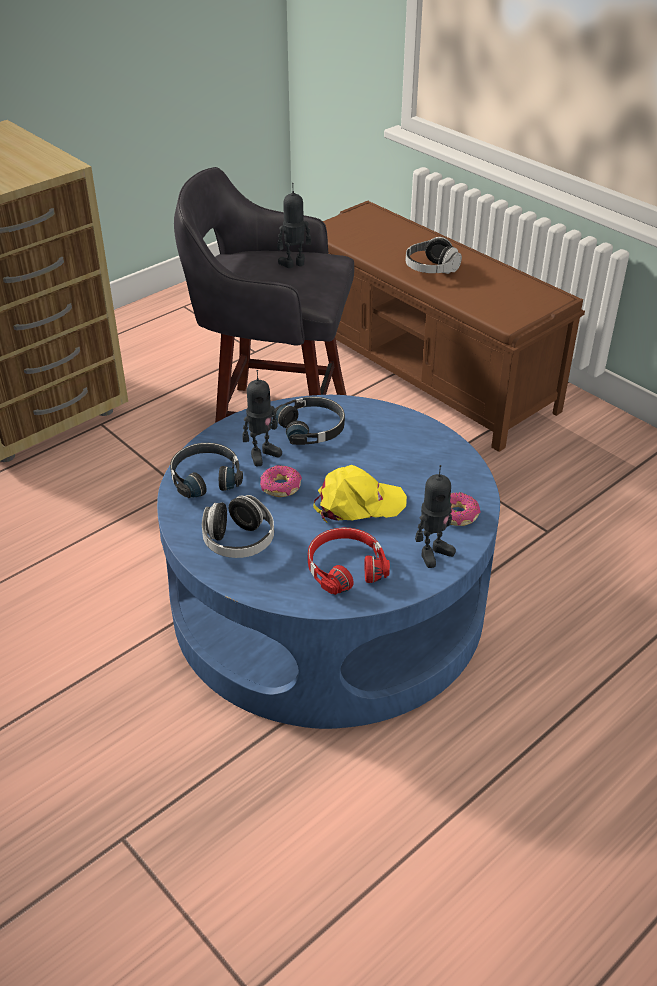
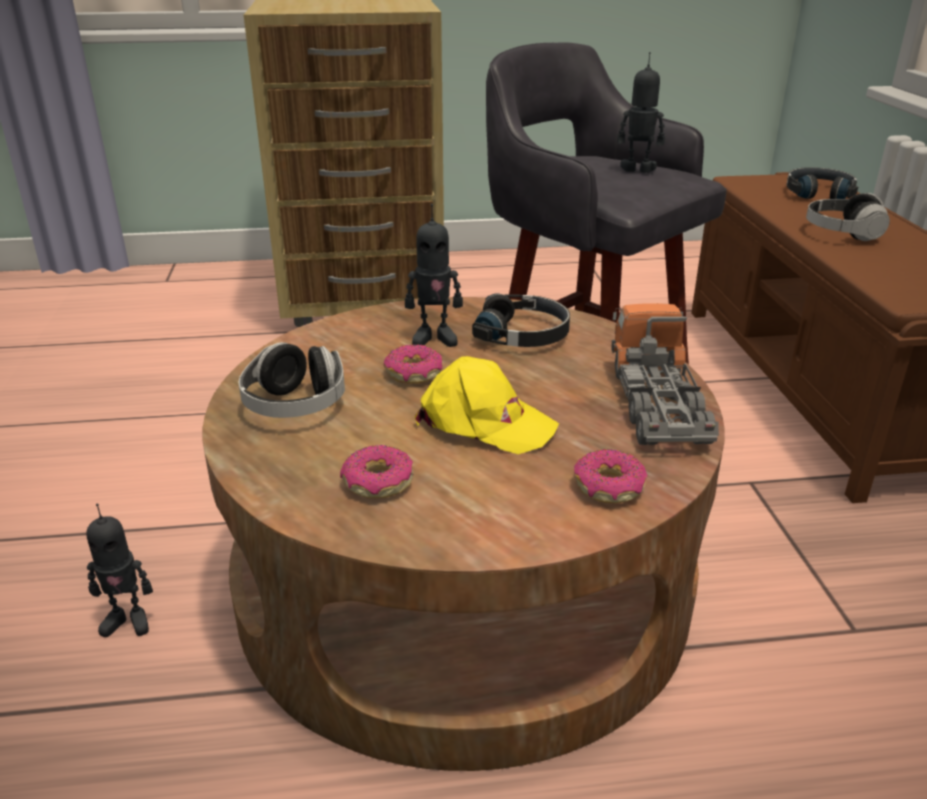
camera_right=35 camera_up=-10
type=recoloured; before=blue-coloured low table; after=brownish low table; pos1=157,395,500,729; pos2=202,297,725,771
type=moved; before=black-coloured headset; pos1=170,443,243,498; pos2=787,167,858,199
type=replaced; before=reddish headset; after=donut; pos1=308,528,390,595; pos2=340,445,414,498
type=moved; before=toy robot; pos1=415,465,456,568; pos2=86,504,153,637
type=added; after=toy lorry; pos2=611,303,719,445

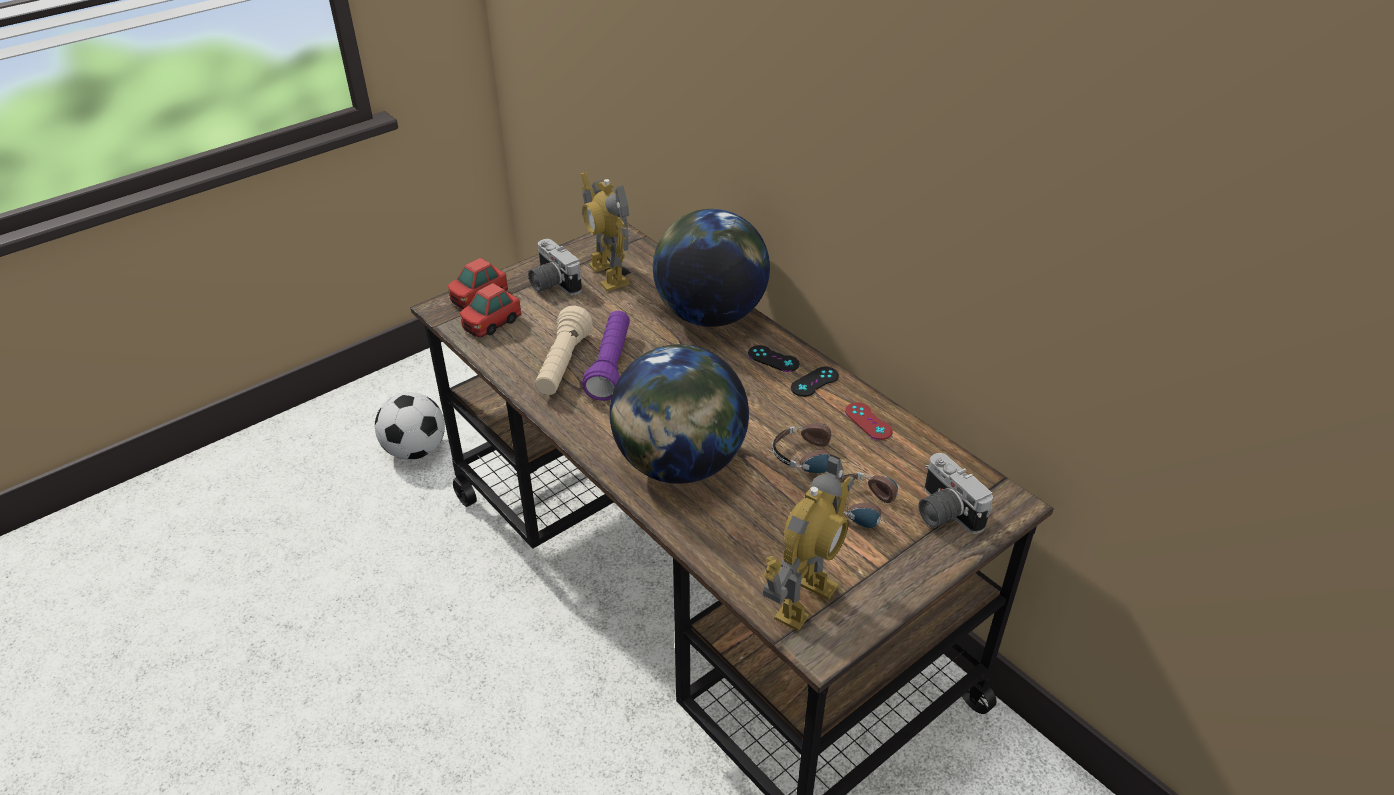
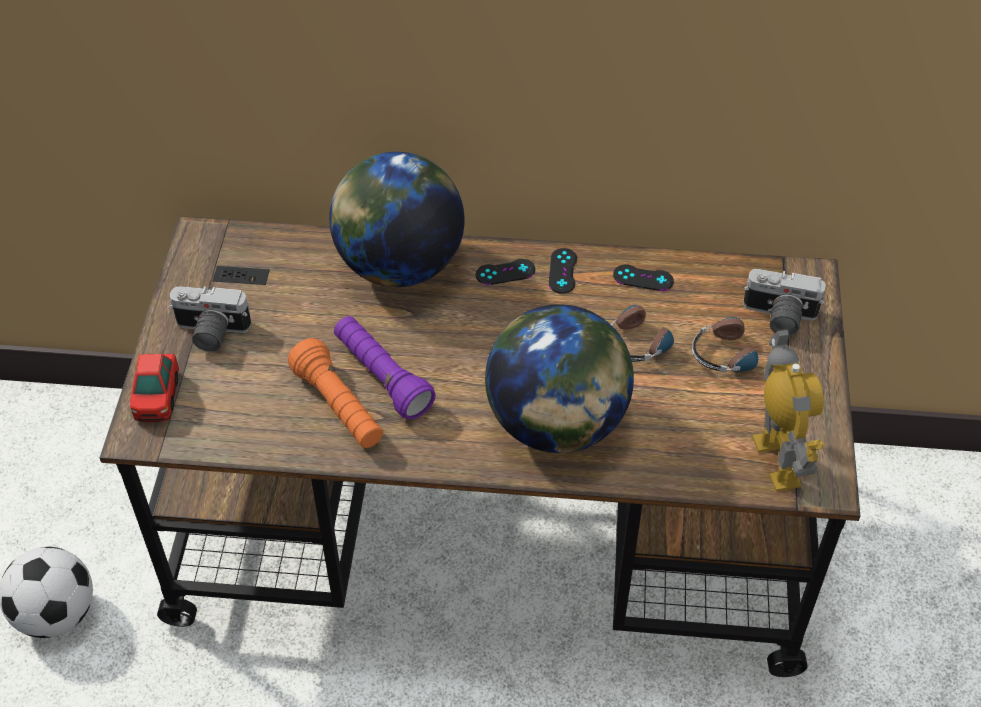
camera_right=-45 camera_up=10
type=removed; before=miniature car; pos1=460,283,521,338
type=recoloured; before=beige-coloured hand torch; after=orange-coloured hand torch; pos1=535,306,593,395; pos2=288,338,383,448
type=removed; before=toy robot; pos1=580,172,629,291
type=recoloured; before=reddish gamepad; after=black-coloured gamepad; pos1=845,402,893,440; pos2=613,264,674,291

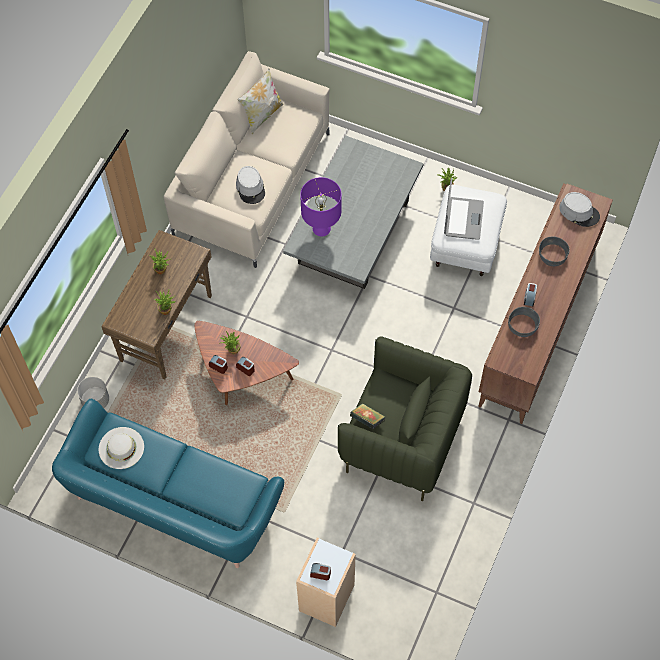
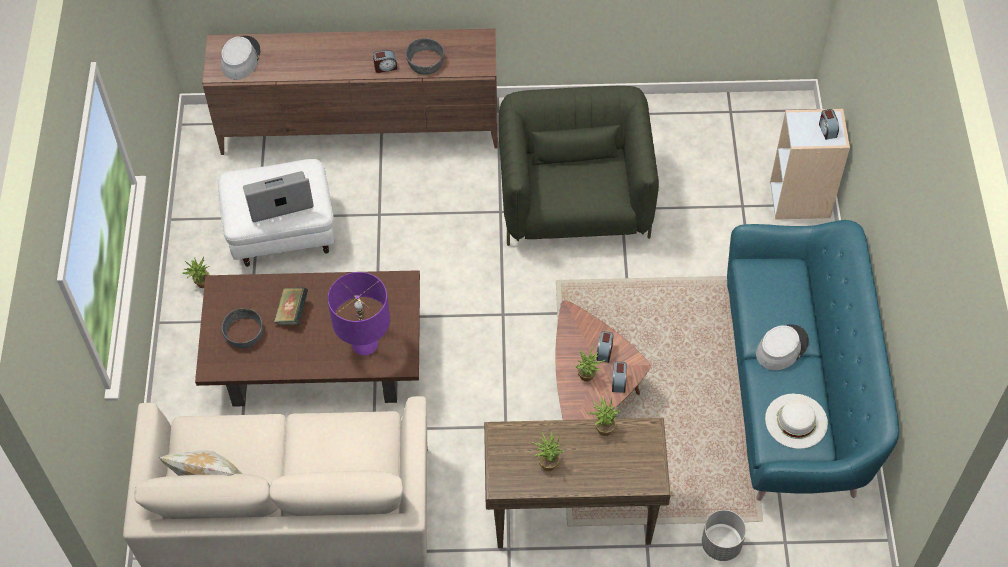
camera_right=-115 camera_up=-5
type=moved; before=grey clothing hat; pos1=236,166,265,204; pos2=756,324,809,370
type=recoloured; before=grey low table; after=brownish low table; pos1=283,135,423,289; pos2=195,270,420,407
type=moved; before=bound book; pos1=350,403,385,429; pos2=274,287,308,325
type=moved; before=grey bowl; pos1=539,237,570,266; pos2=222,308,263,348

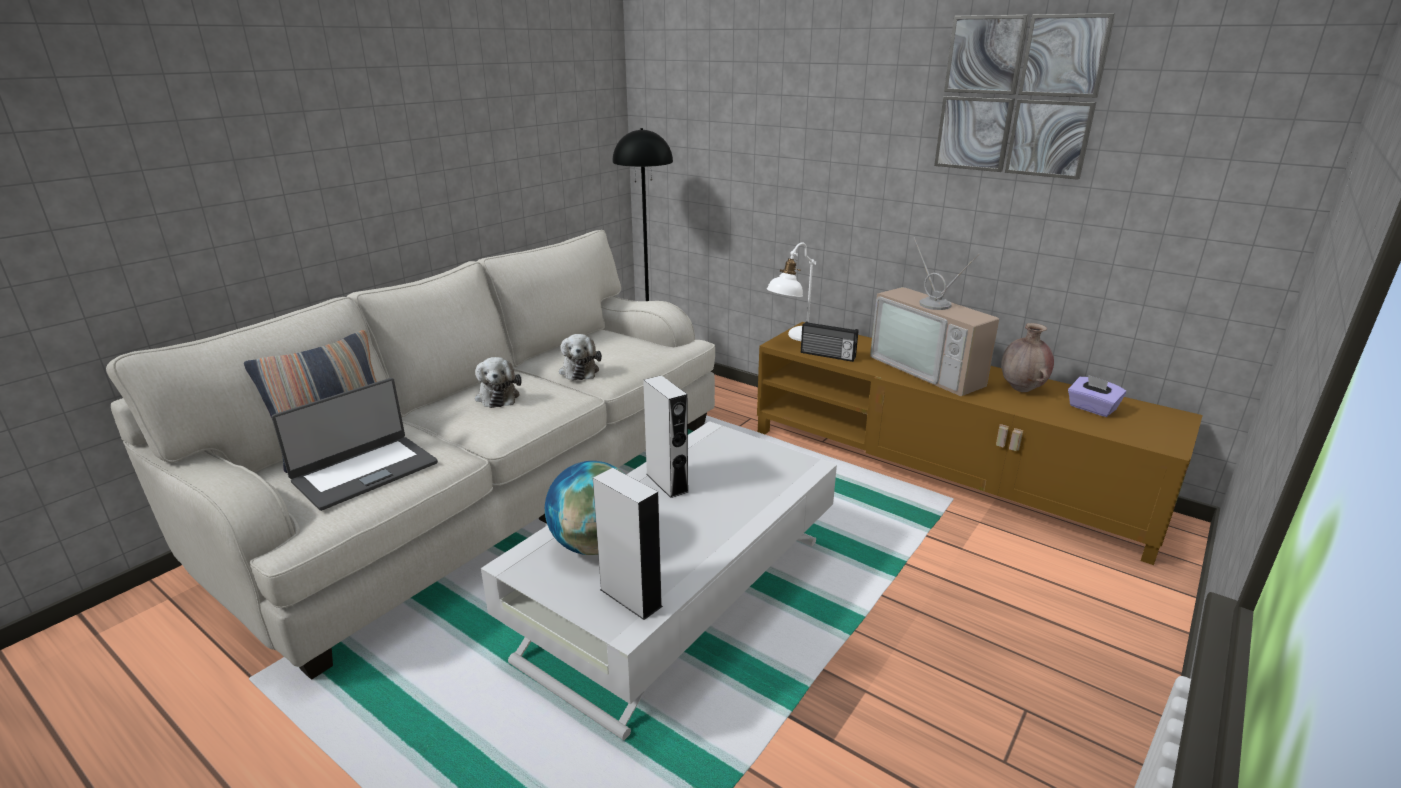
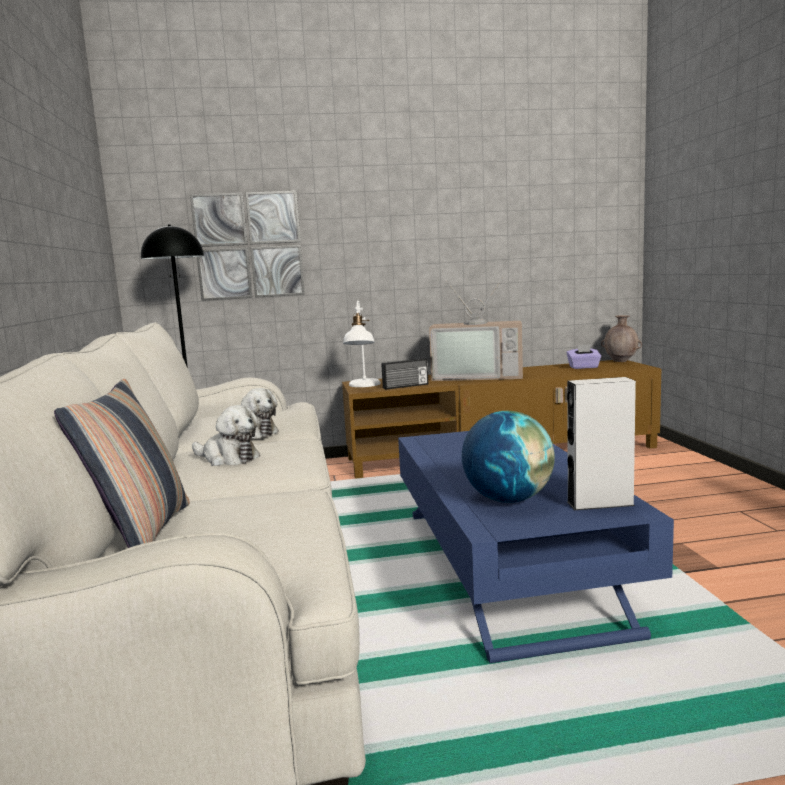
camera_right=-45 camera_up=-15
type=removed; before=laptop; pos1=272,378,438,511
type=recoloured; before=white low table; after=blue-coloured low table; pos1=481,421,837,741; pos2=398,431,674,663
type=removed; before=grey loudspeaker; pos1=643,375,689,498
type=moved; before=wall art; pos1=934,13,1116,180; pos2=190,191,305,301
type=moved; before=brownish decorative vase; pos1=1001,323,1054,392; pos2=601,315,642,362

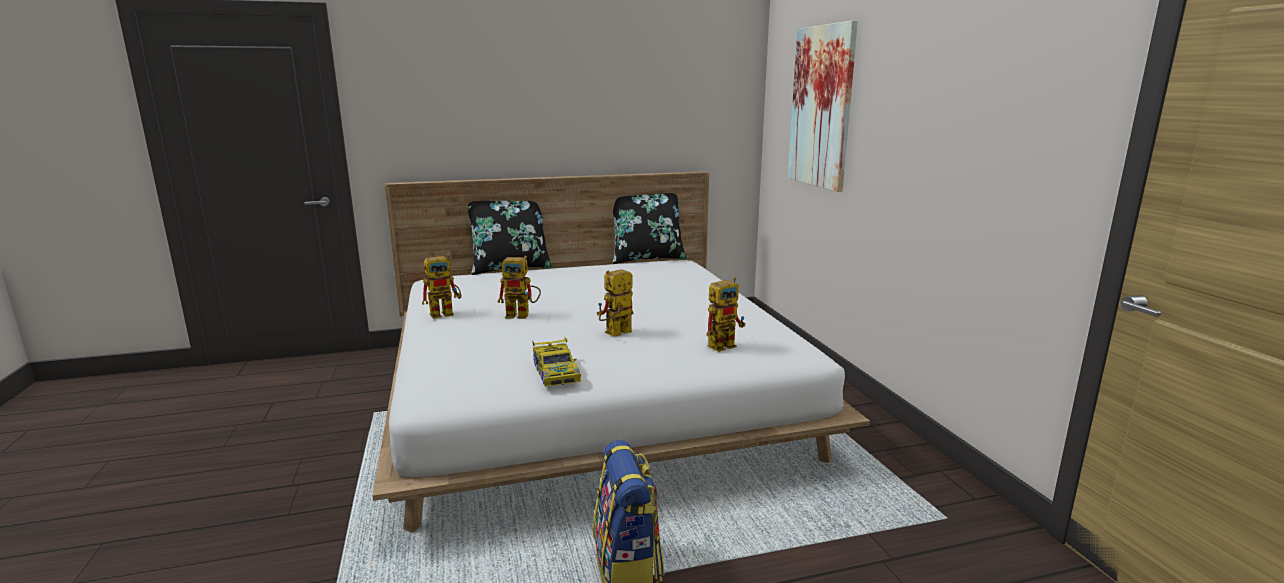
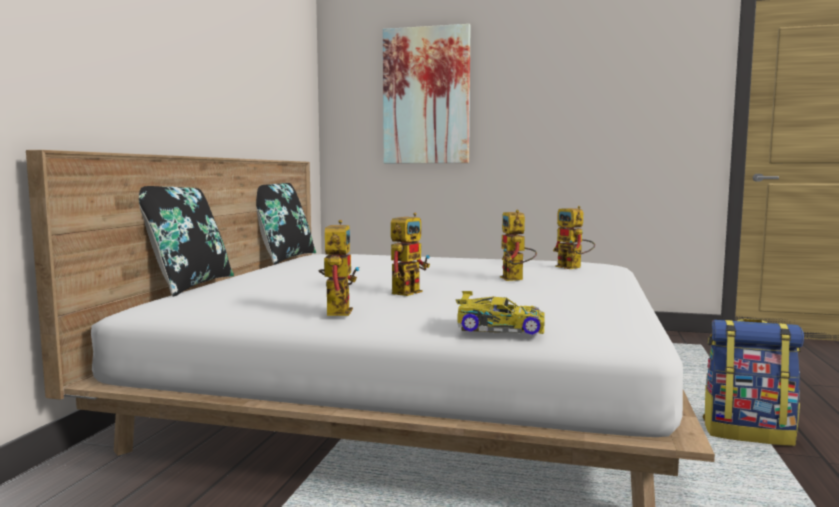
camera_right=-60 camera_up=-10
type=moved; before=miniature car; pos1=532,337,581,386; pos2=456,291,545,335
type=turned; before=toy robot; pos1=706,277,746,352; pos2=553,206,595,269; turn=150

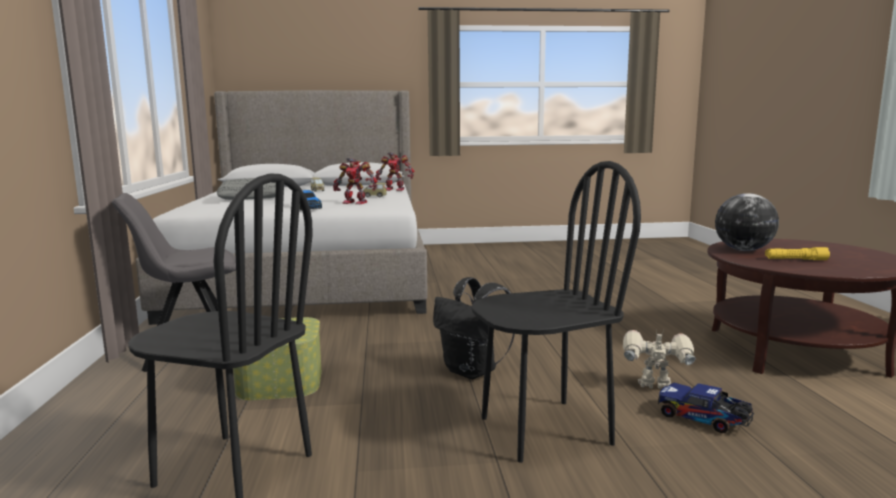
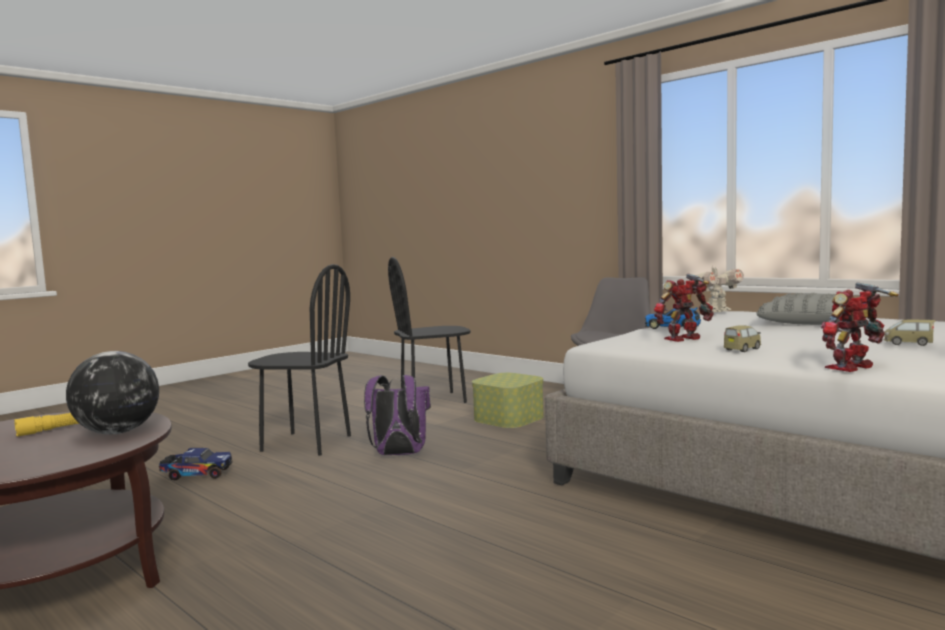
camera_right=140 camera_up=-5
type=recoloured; before=black-coloured rucksack; after=purple-coloured rucksack; pos1=433,277,515,379; pos2=364,375,431,455
type=turned; before=black-coloured plain chair; pos1=471,161,641,463; pos2=248,264,351,456; turn=-105
type=moved; before=toy robot; pos1=623,330,696,389; pos2=688,263,744,312

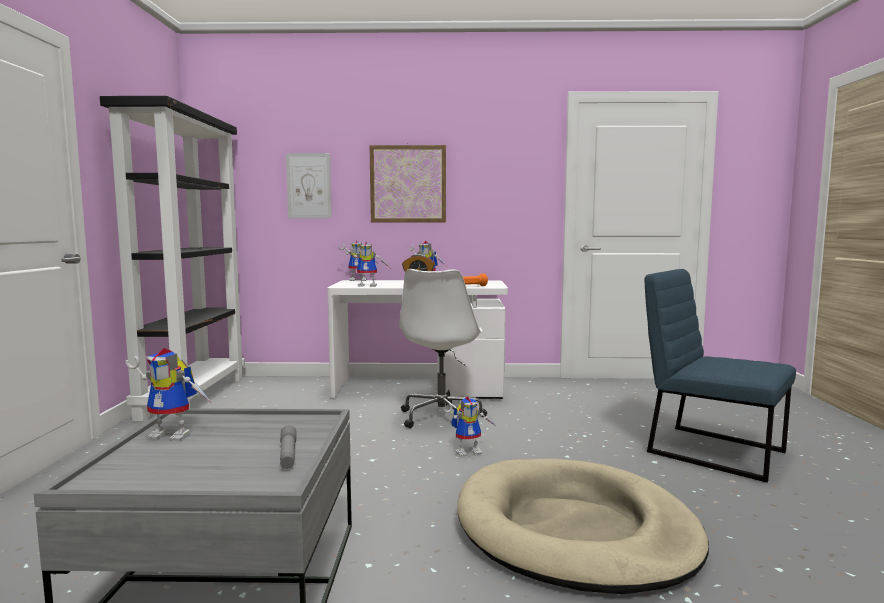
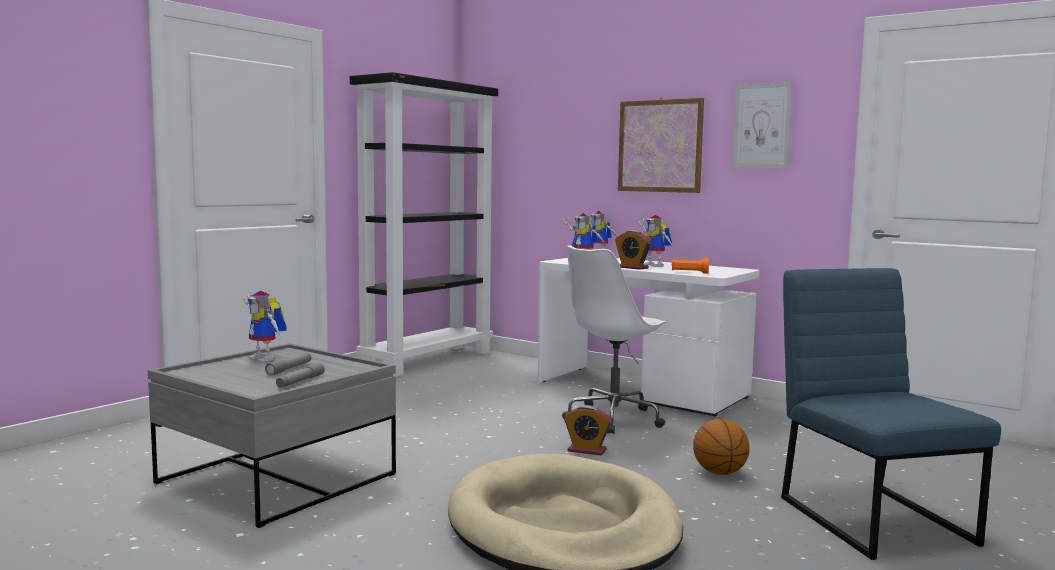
camera_right=35 camera_up=0
type=moved; before=wall art; pos1=286,153,332,218; pos2=732,82,793,168
type=replaced; before=toy robot; after=table clock; pos1=443,397,497,456; pos2=564,405,612,456
type=added; after=grey hand torch; pos2=265,353,312,376
type=added; after=basketball; pos2=693,419,750,475

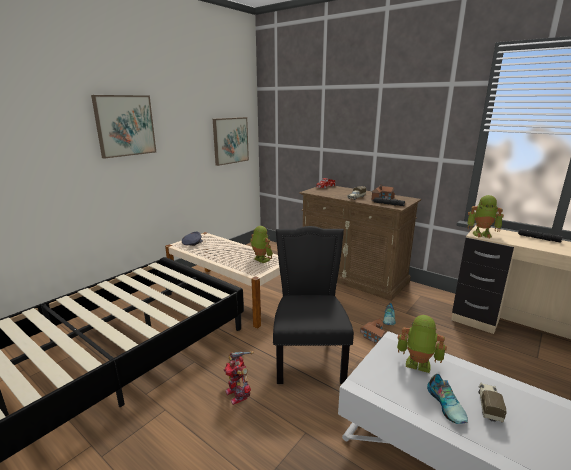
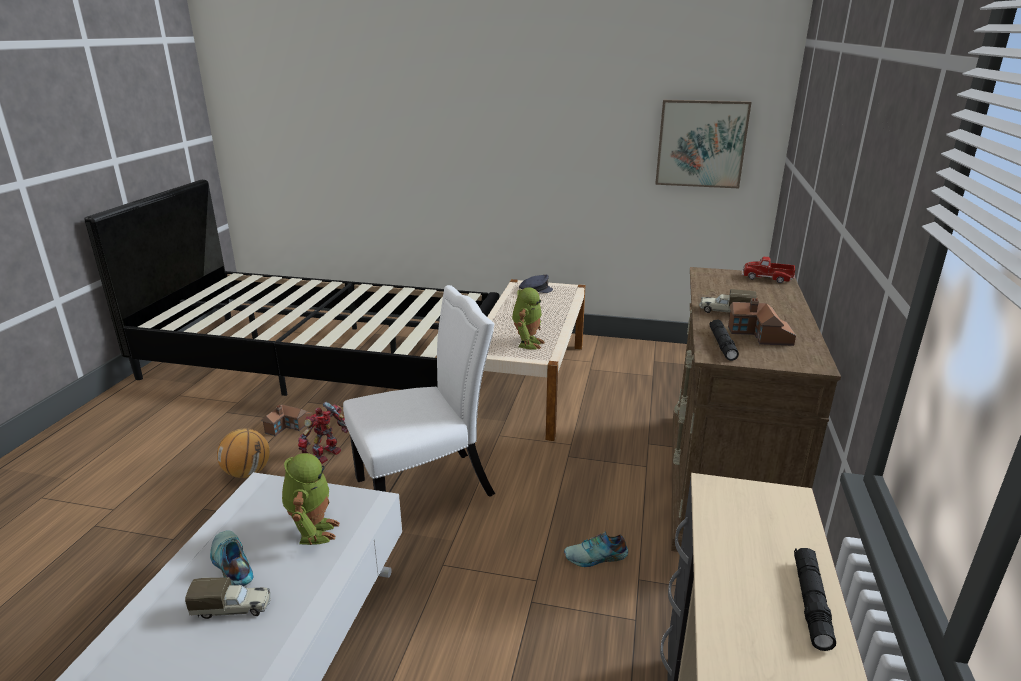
camera_right=65 camera_up=5
type=removed; before=wall art; pos1=91,95,156,159
type=recoloured; before=black-coloured plain chair; after=white plain chair; pos1=273,226,354,384; pos2=343,285,495,497
type=moved; before=toy house; pos1=360,318,386,344; pos2=261,405,313,436
type=turned; before=shoe; pos1=427,374,468,424; pos2=210,530,253,586; turn=90
type=removed; before=toy robot; pos1=468,195,504,238
type=added; after=basketball; pos2=217,429,270,478

